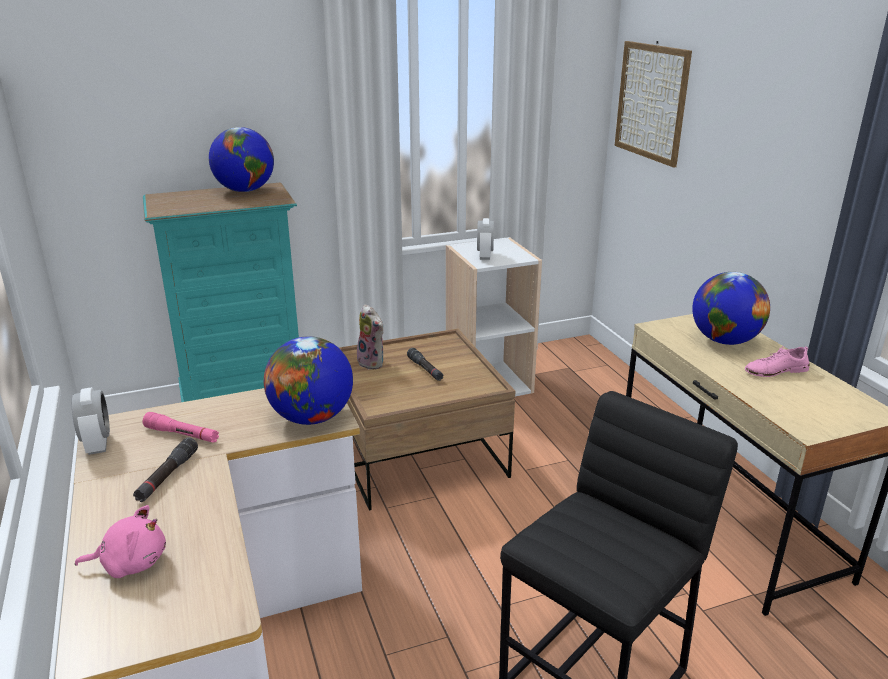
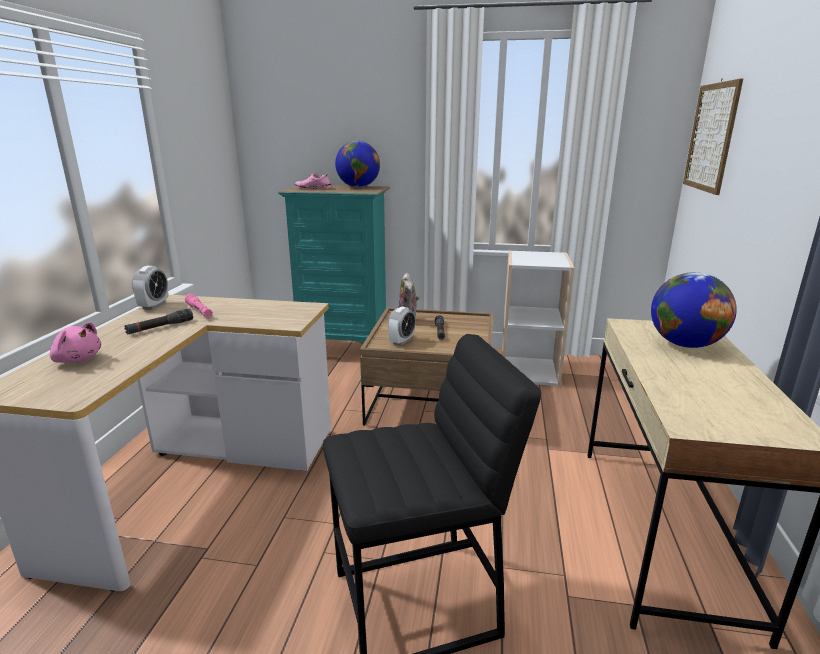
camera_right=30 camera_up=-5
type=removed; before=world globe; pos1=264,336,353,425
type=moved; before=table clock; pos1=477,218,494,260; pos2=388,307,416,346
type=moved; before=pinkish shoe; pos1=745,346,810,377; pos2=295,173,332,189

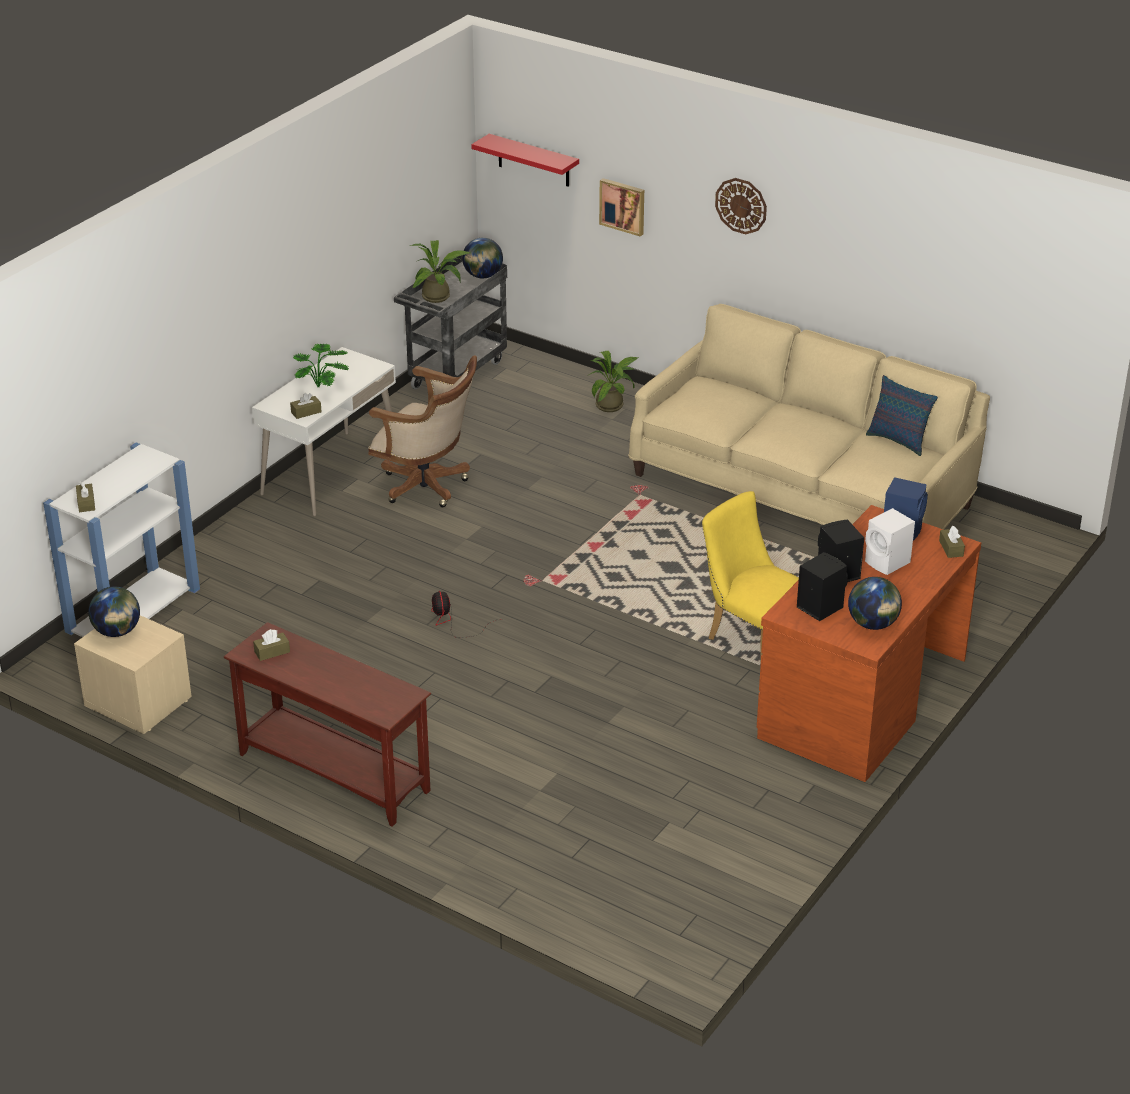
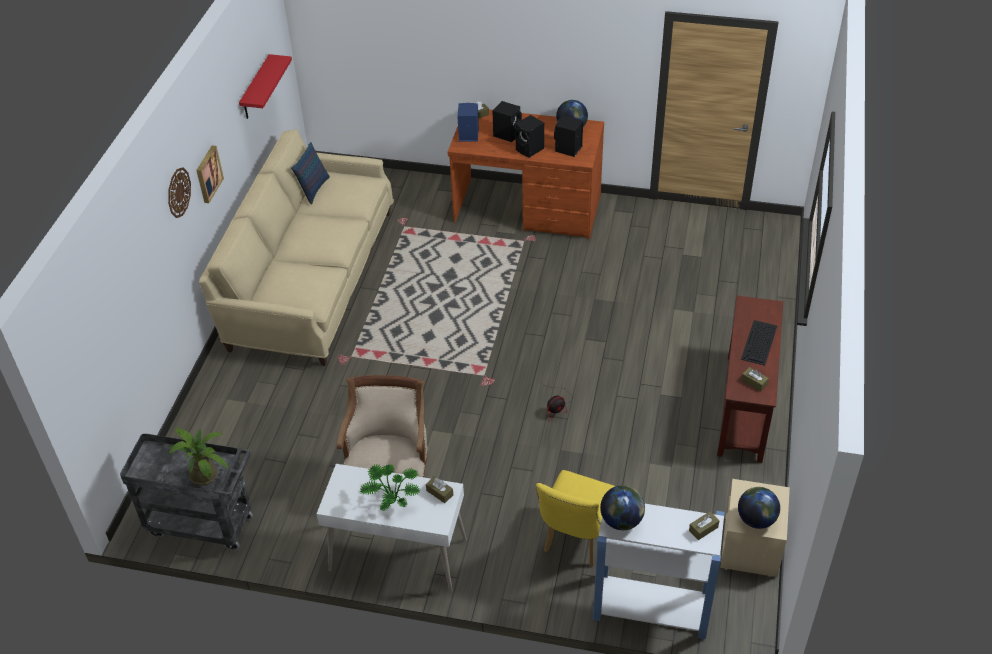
camera_right=-110 camera_up=10
type=moved; before=world globe; pos1=462,238,503,278; pos2=600,485,645,530
type=moved; before=reddish shelf; pos1=471,134,579,187; pos2=239,54,292,119
type=removed; before=houseplant; pos1=587,351,638,412
type=moved; before=wall art; pos1=599,178,644,236; pos2=196,145,224,203
type=moved; before=yellowish plain chair; pos1=702,491,799,666; pos2=536,470,615,567
type=recoloured; before=white loudspeaker; after=black-coloured loudspeaker; pos1=865,508,915,575; pos2=493,101,522,142
type=added; after=keyboard; pos2=741,320,777,365

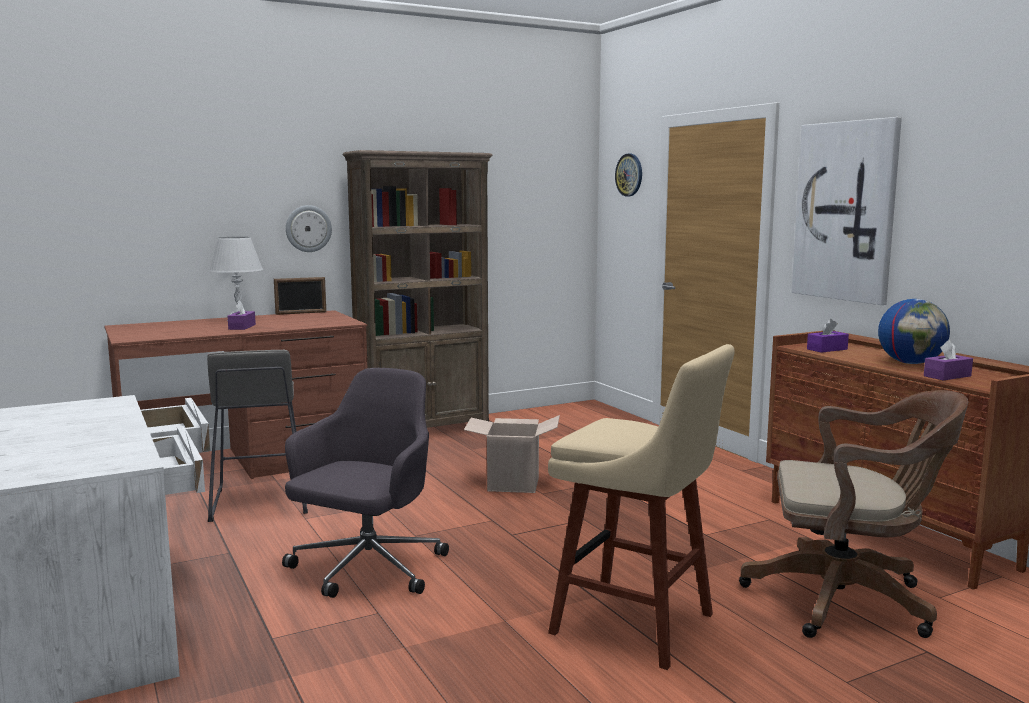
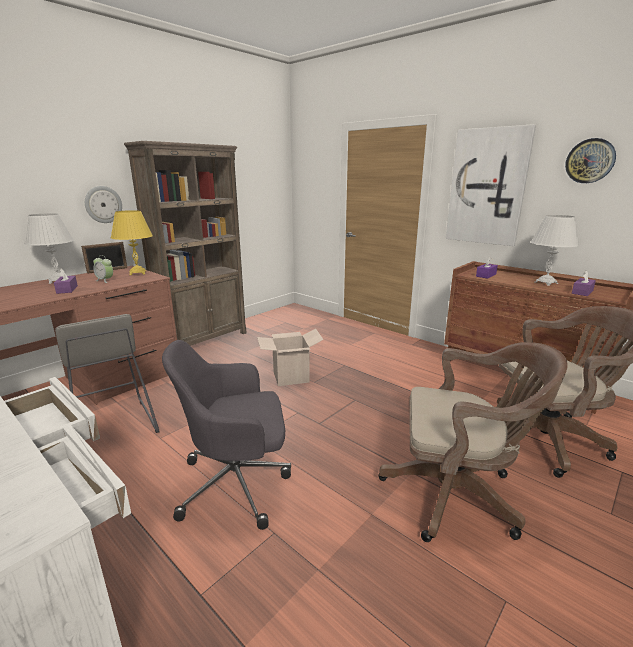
camera_right=-20 camera_up=10
type=turned; before=grey computer chair; pos1=282,368,449,598; pos2=162,340,291,530; turn=-105
type=replaced; before=beige-coloured sitting stool; after=brownish computer chair; pos1=548,344,735,670; pos2=378,342,567,542
type=moved; before=wall clock; pos1=615,154,642,196; pos2=565,138,616,183
type=replaced; before=world globe; after=white table lamp; pos1=878,299,950,364; pos2=531,215,579,286
type=added; after=table clock; pos2=93,255,113,283
type=added; after=yellowish table lamp; pos2=111,210,153,275

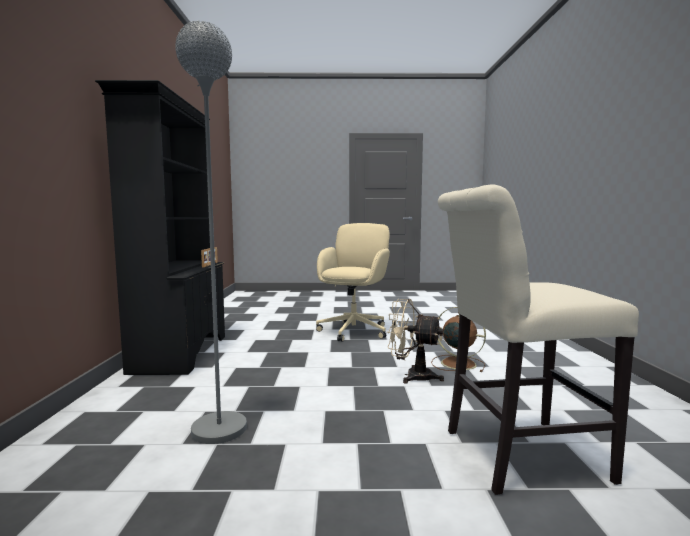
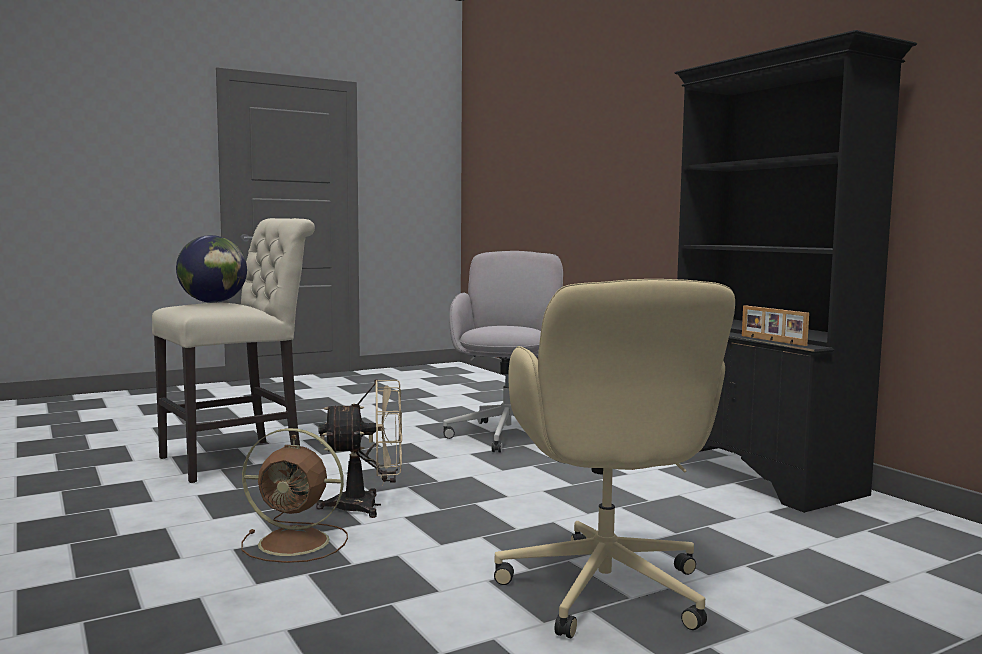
camera_right=150 camera_up=0
type=replaced; before=grey standing lamp; after=grey computer chair; pos1=175,21,247,444; pos2=443,251,563,453
type=added; after=world globe; pos2=176,235,247,303

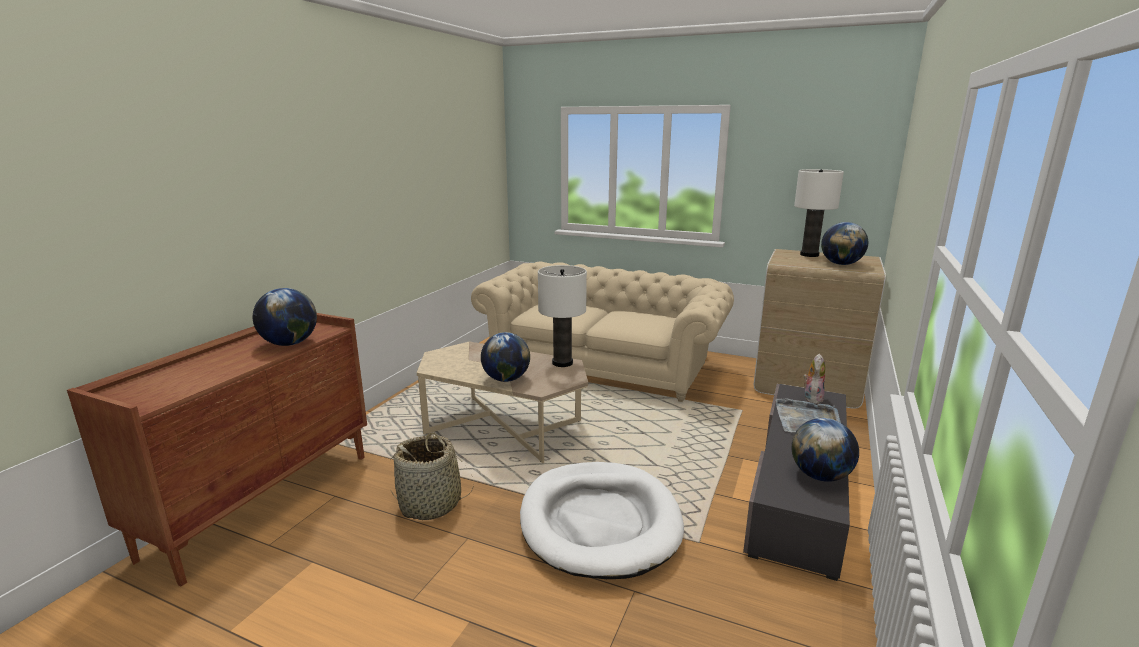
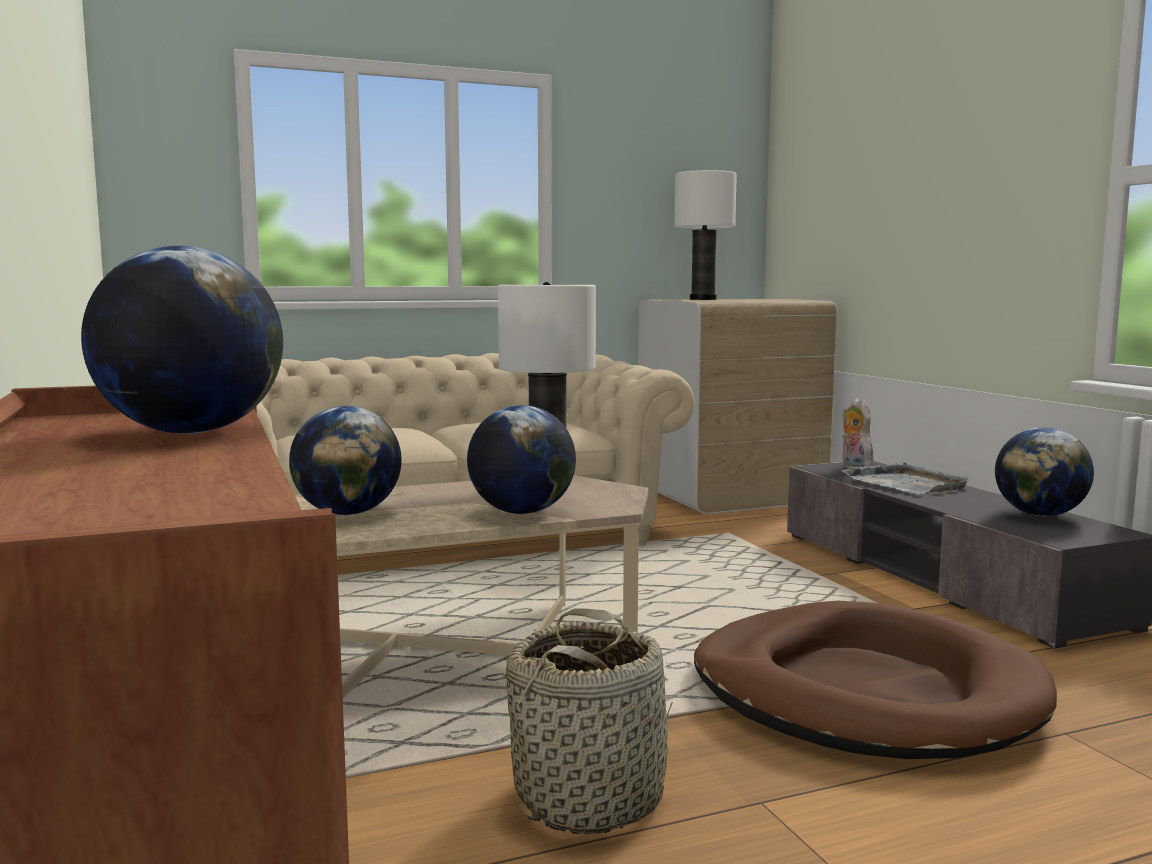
camera_right=-45 camera_up=-10
type=recoloured; before=white dog cushion; after=brownish dog cushion; pos1=520,462,684,579; pos2=694,601,1057,759
type=moved; before=world globe; pos1=821,222,868,265; pos2=289,406,402,515

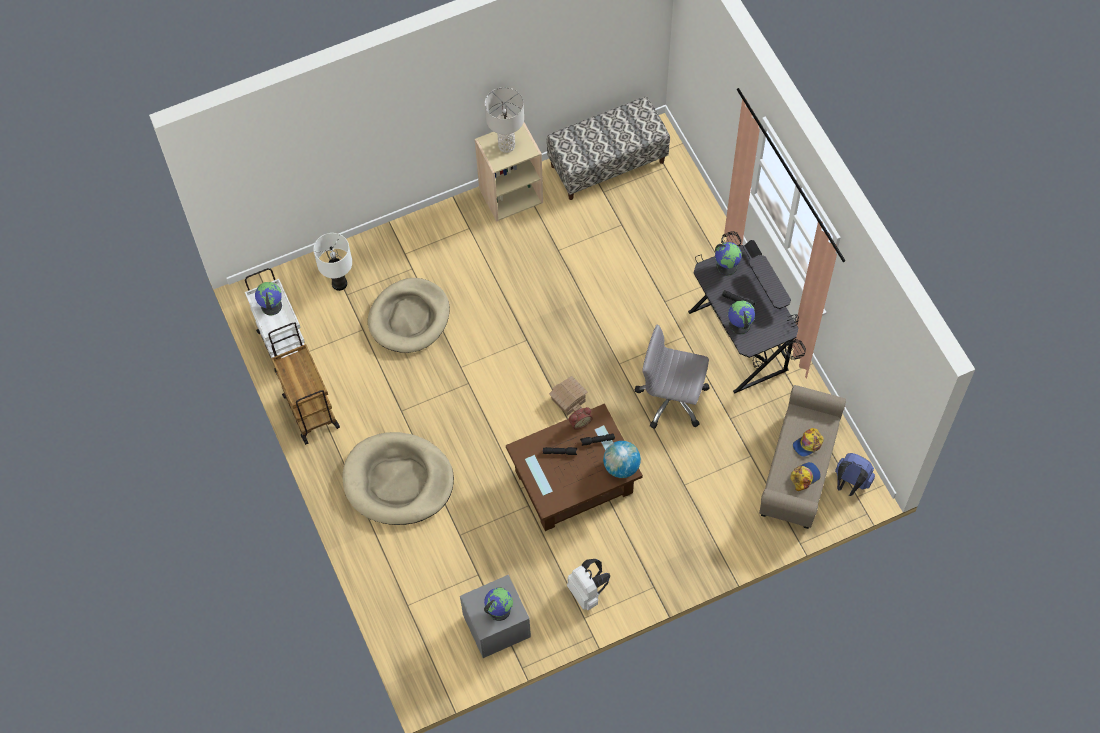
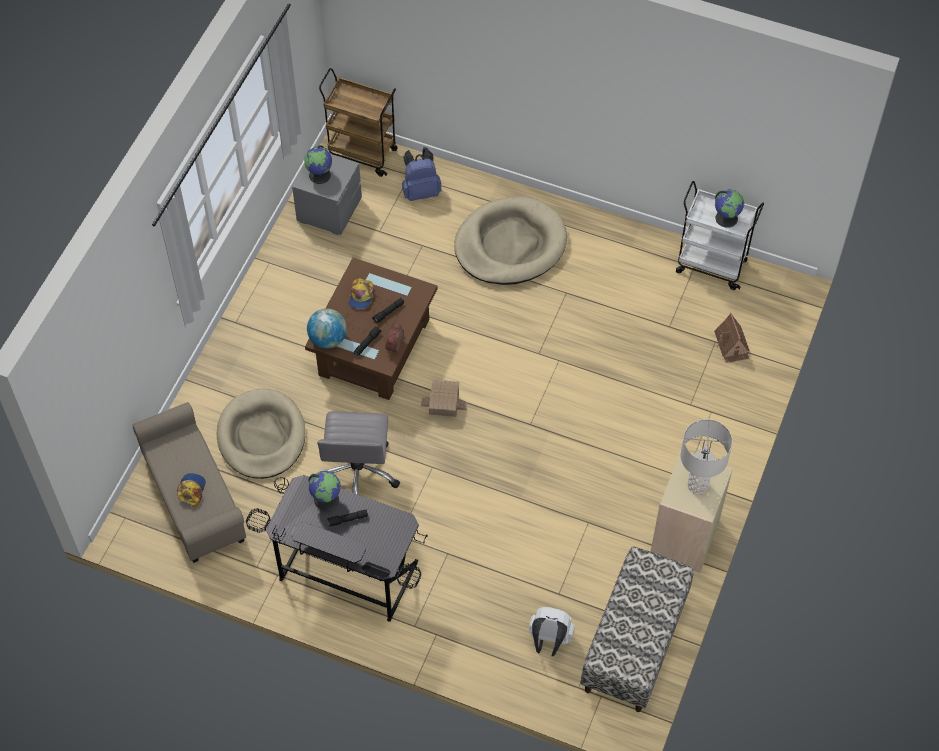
camera_right=135 camera_up=-5
type=moved; before=brownish trolley; pos1=271,334,340,445; pos2=319,68,398,177
type=replaced; before=white table lamp; after=toy house; pos1=313,233,352,291; pos2=714,313,750,363
type=moved; before=beige-coloured dog cushion; pos1=368,278,450,353; pos2=217,389,305,479
type=moved; before=white rucksack; pos1=567,559,610,610; pos2=529,607,575,656
type=turned; before=grey computer chair; pos1=635,324,710,429; pos2=317,411,400,494; turn=120
type=removed; before=world globe; pos1=715,242,742,276
type=moved; before=cap; pos1=790,462,821,491; pos2=348,278,375,309
type=moved; before=blue-coloured rucksack; pos1=835,453,875,496; pos2=402,147,441,201

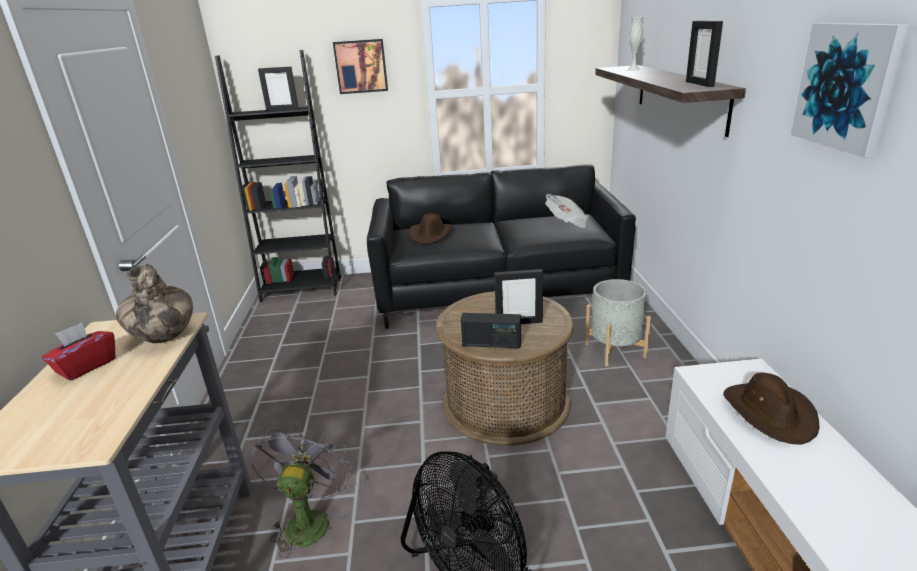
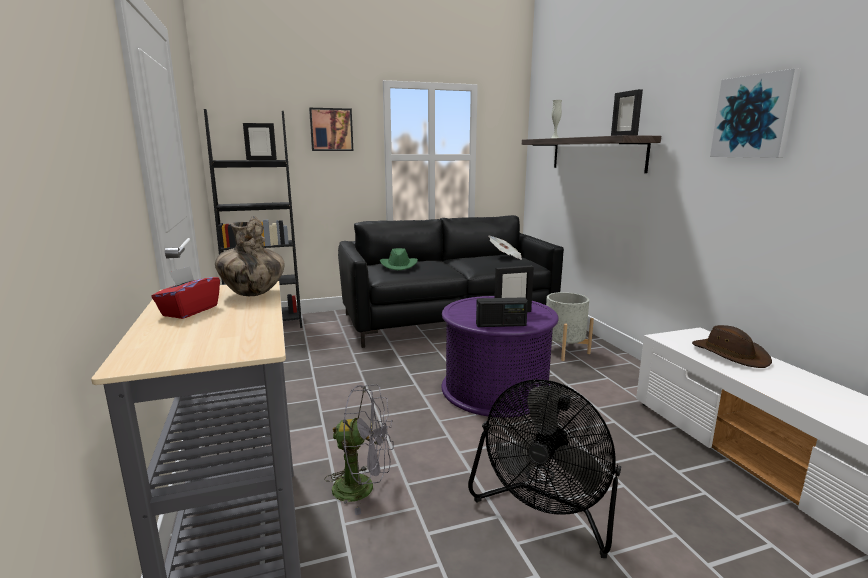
camera_right=-15 camera_up=-10
type=turned; before=grey cooling fan; pos1=250,422,352,558; pos2=324,385,394,515; turn=105
type=recoloured; before=brownish clothing hat; after=green clothing hat; pos1=409,213,454,244; pos2=380,248,418,270
type=recoloured; before=brownish low table; after=purple-coloured low table; pos1=436,291,574,446; pos2=441,296,559,418

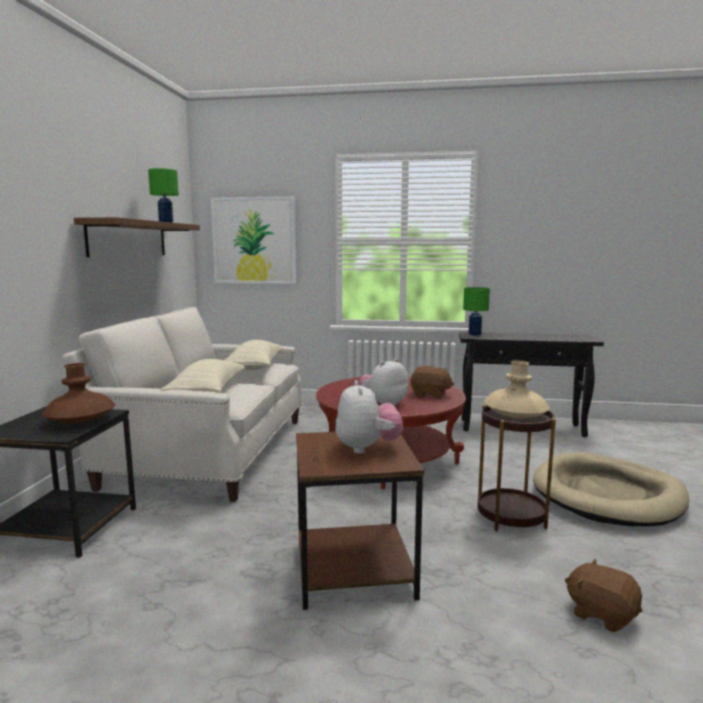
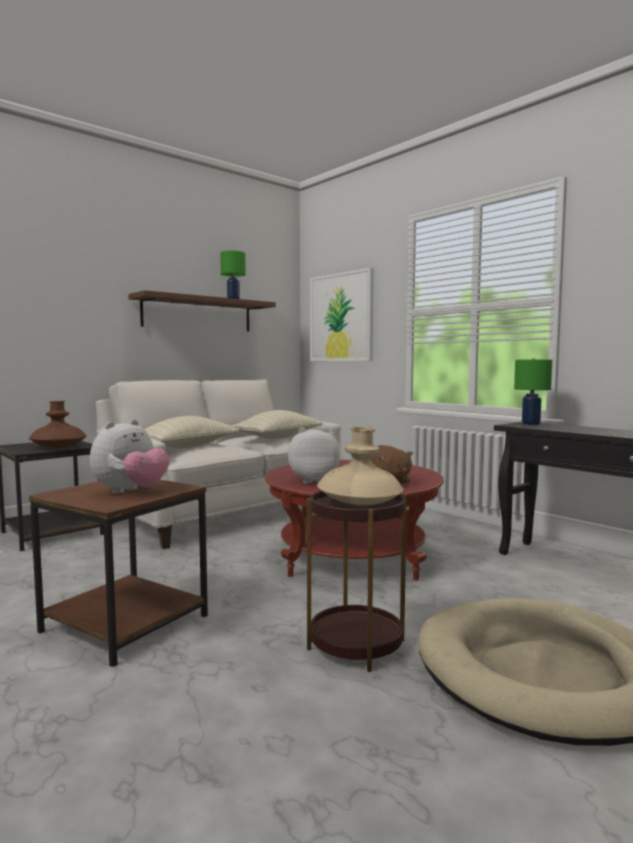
camera_right=40 camera_up=-5
type=removed; before=brownish plush toy; pos1=565,559,642,632

